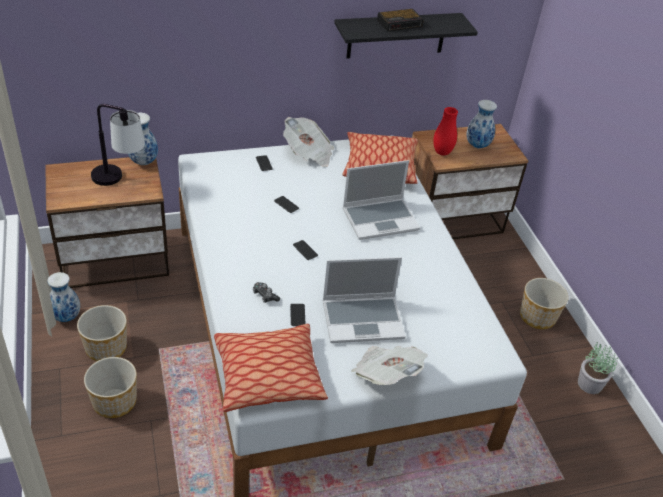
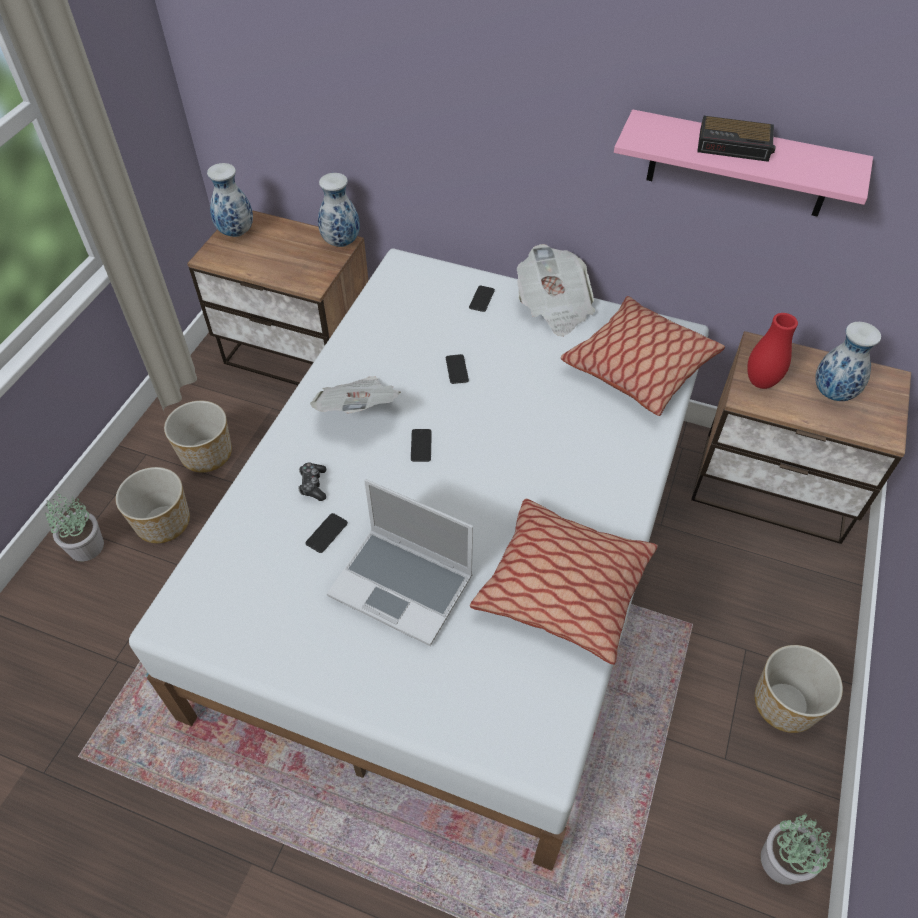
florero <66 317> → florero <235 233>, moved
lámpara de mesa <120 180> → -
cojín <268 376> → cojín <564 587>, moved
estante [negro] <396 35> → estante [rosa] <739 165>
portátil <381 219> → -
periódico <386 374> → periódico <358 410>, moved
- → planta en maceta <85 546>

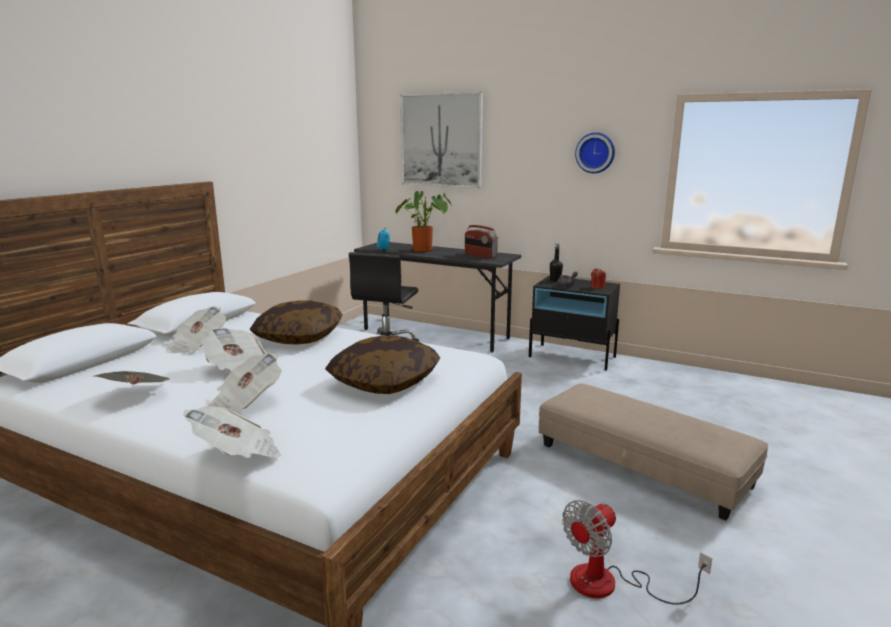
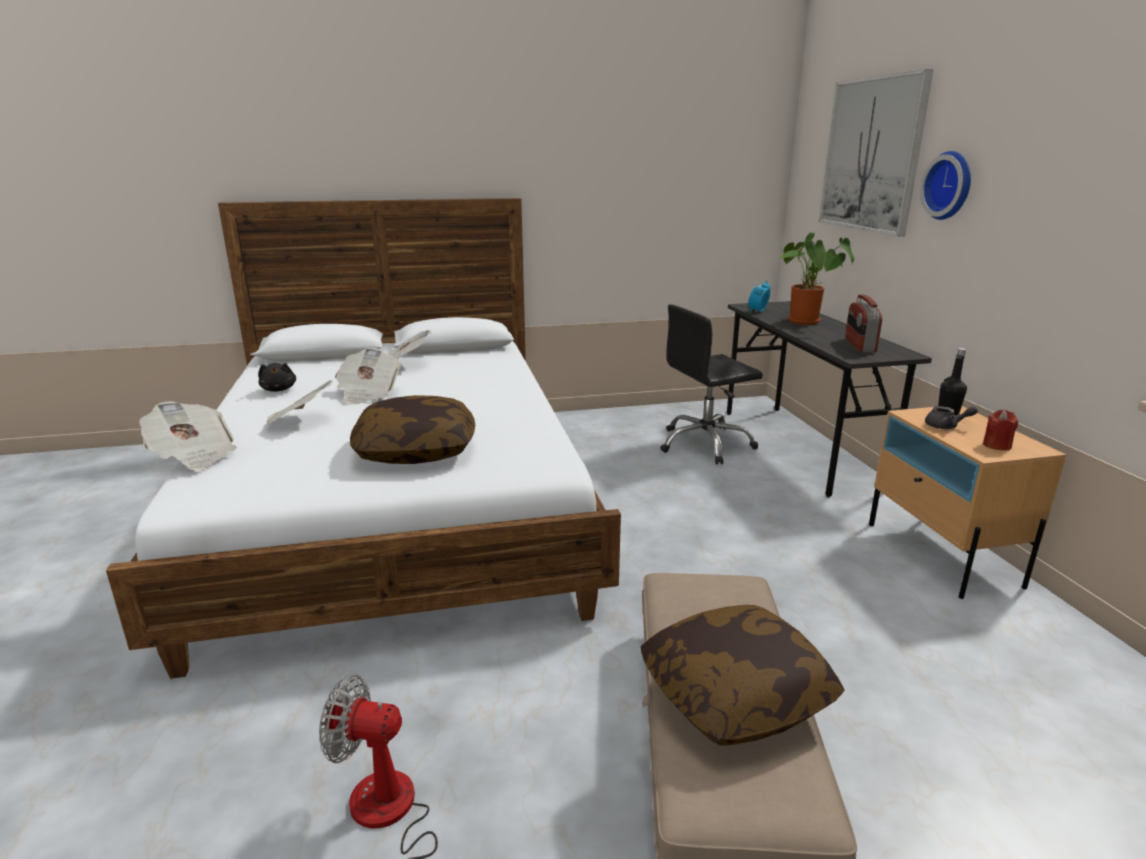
periódico <138 395> → peluche [negro] <279 389>
cojín <299 337> → cojín <735 694>, moved
mesita de noche [negro] <572 357> → mesita de noche [beis] <942 554>
reloj de pared <595 153> → reloj de pared <950 185>, moved

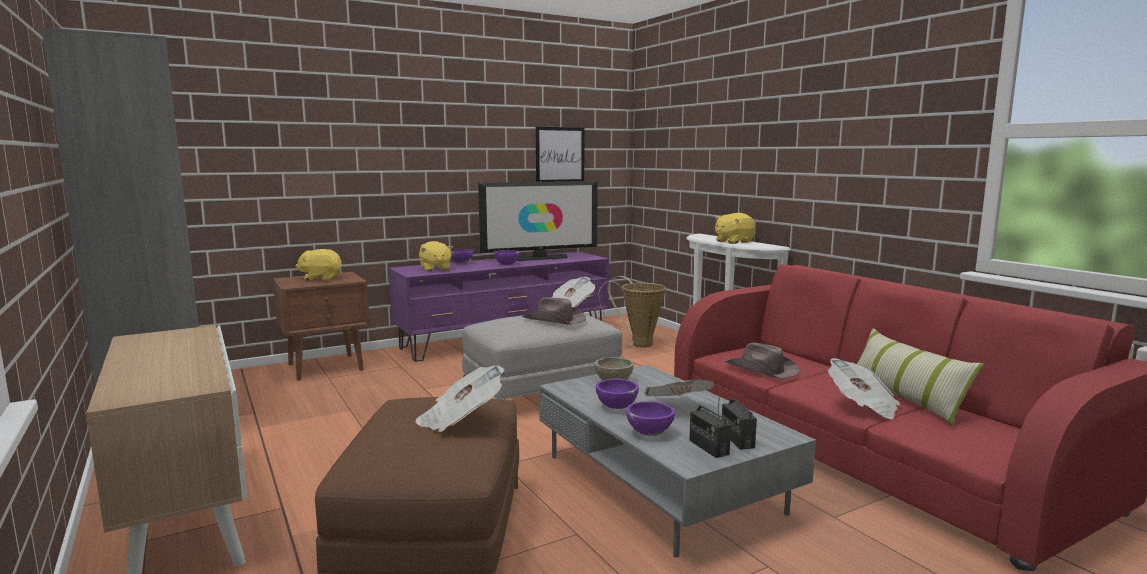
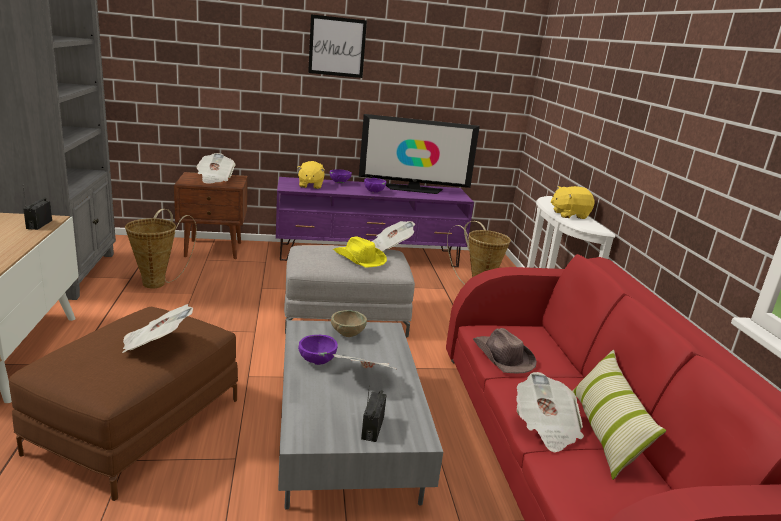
peluche [amarillo] <321 278> → periódico <215 179>
sombrero [marrón] <554 320> → sombrero [amarillo] <359 258>
cuadro <560 155> → cuadro <337 46>, moved
cuenco [morado] <649 433> → -
radio <708 447> → radio <39 224>, moved
- → cesta <158 282>

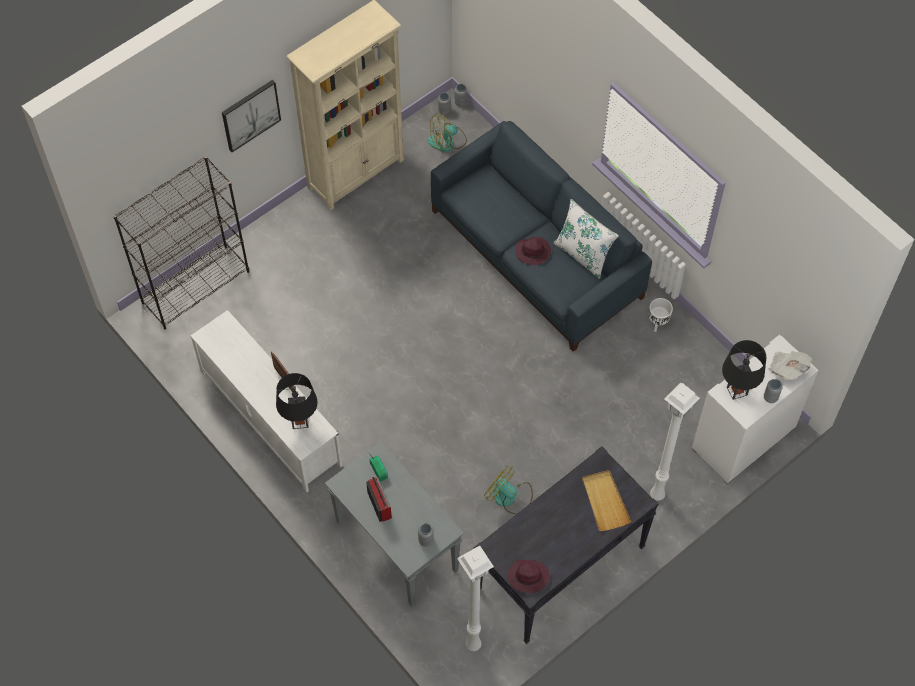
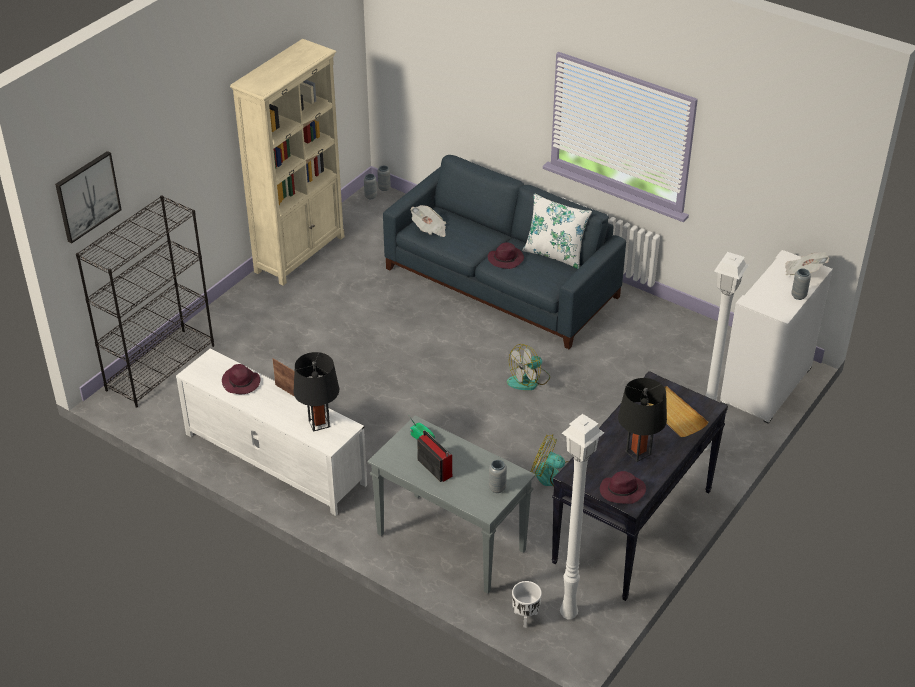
cuadro <250 114> → cuadro <87 196>, moved
ventilador <447 141> → ventilador <529 380>, moved
maceta [blanco] <658 323> → maceta [blanco] <526 617>, moved
lámpara de mesa [negro] <737 391> → lámpara de mesa [negro] <638 453>, moved
- → sombrero [morado] <241 383>
- → periódico <429 229>

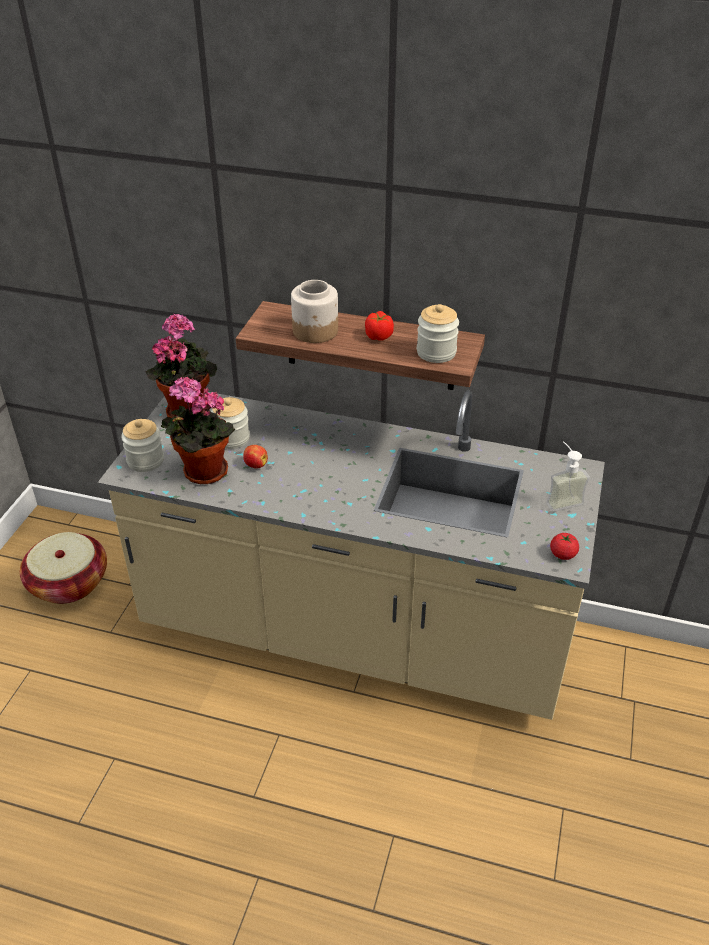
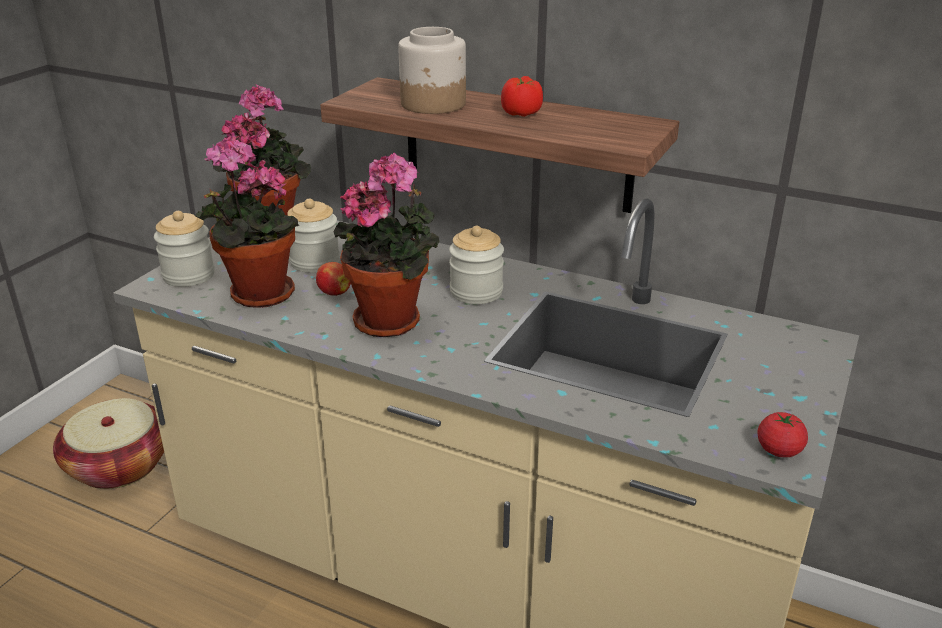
tarro <436 352> → tarro <476 292>, moved
dispensador de jabón <561 499> → -
- → planta en maceta <393 320>

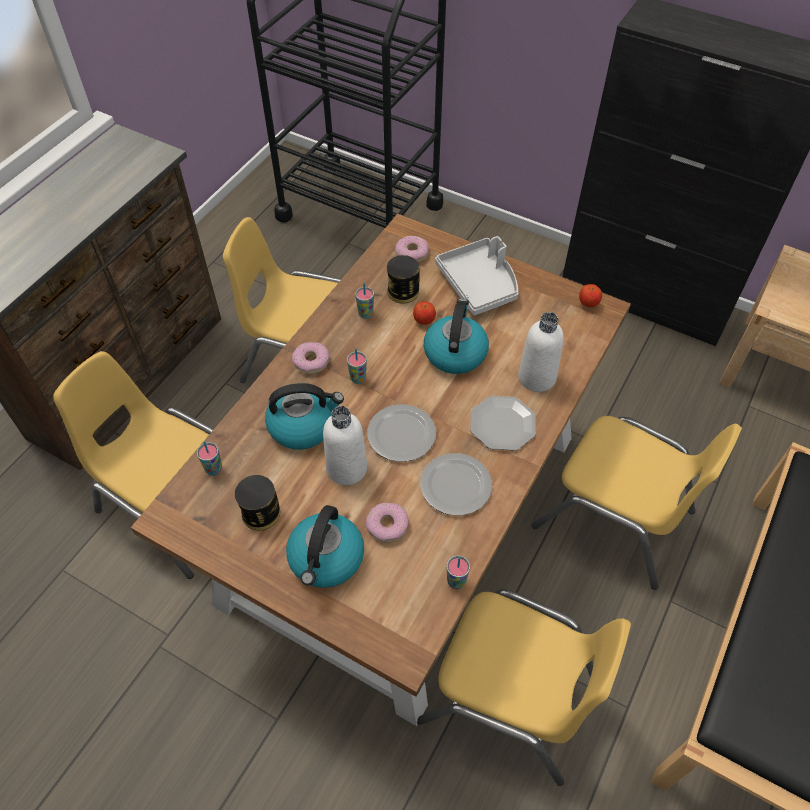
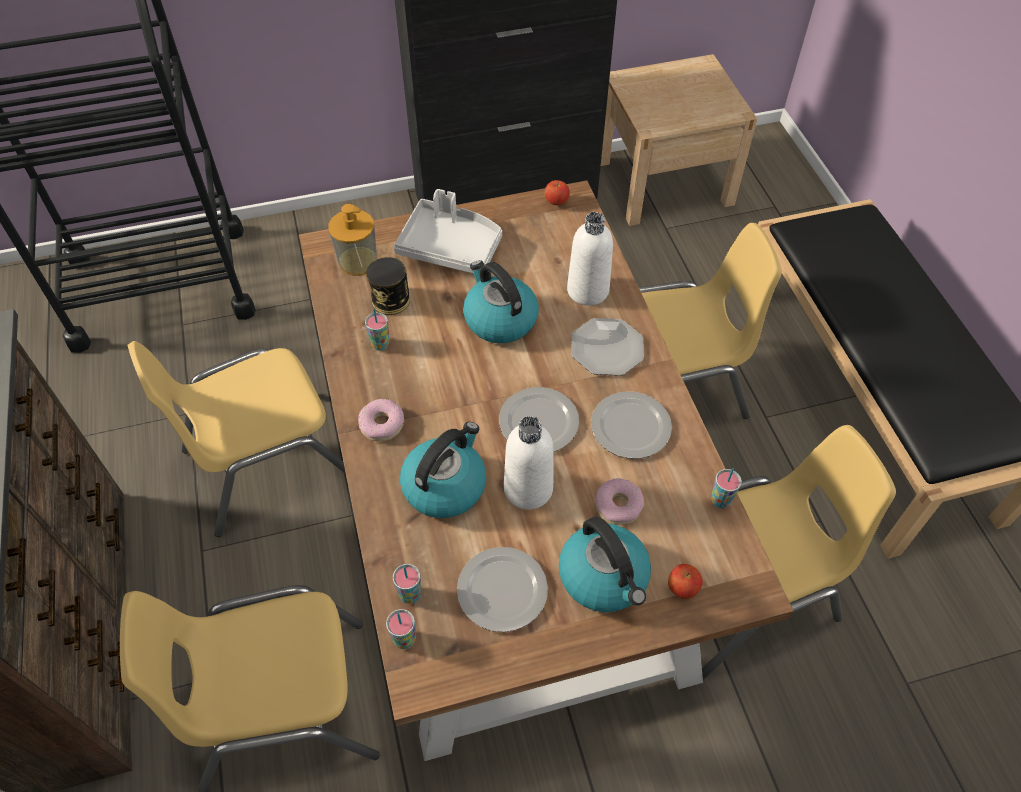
lata <261 513> → plato <502 592>
taza <358 378> → taza <404 639>, moved
rosquilla <412 253> → dispensador de jabón <358 261>
manzana <424 320> → manzana <682 588>, moved

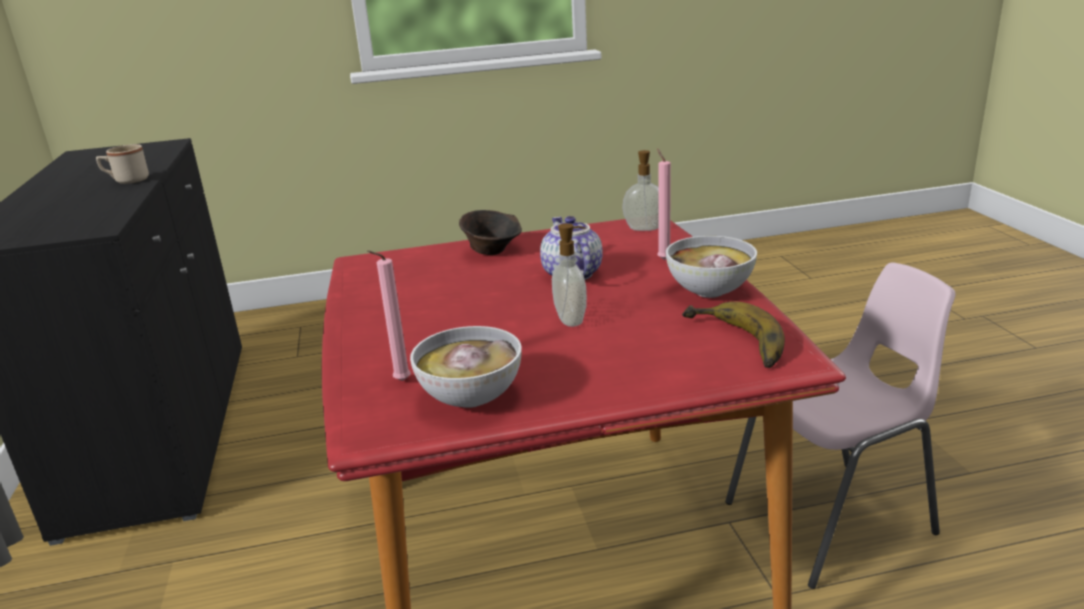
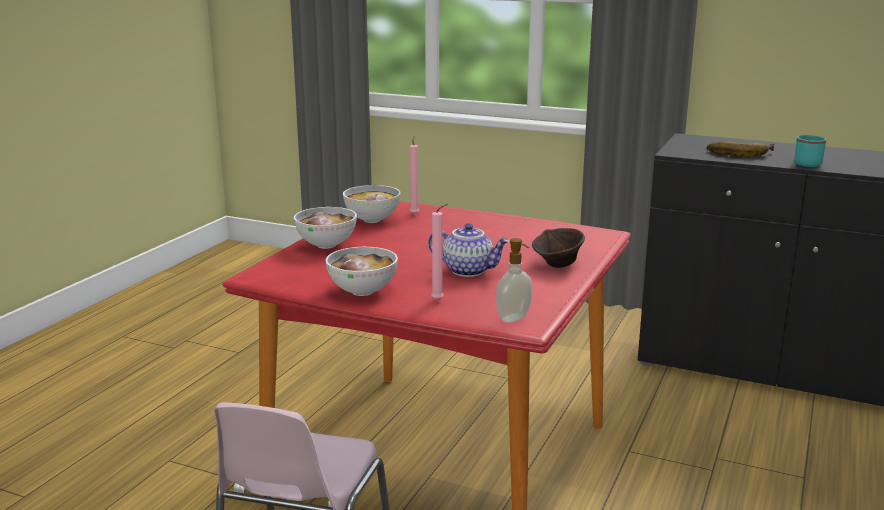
taza grande [beis] <127 180> → taza grande [turquesa] <807 163>
dispensador de jabón <572 320> → -
plátano <732 343> → plátano <739 152>, moved
- → cuenco <327 245>

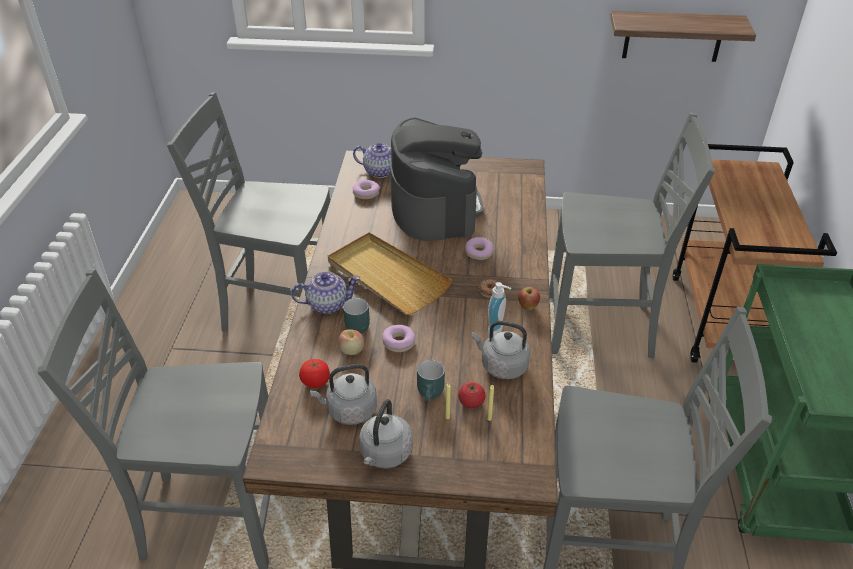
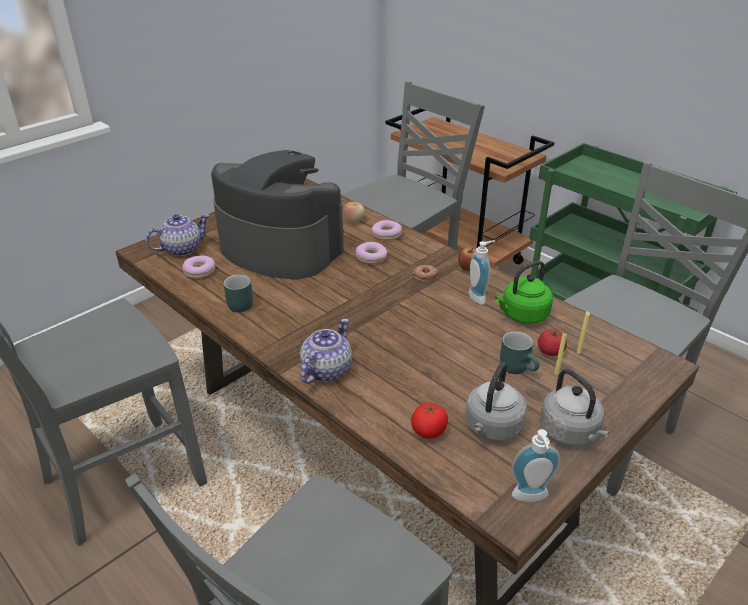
bandeja [beis] <387 276> → -
manzana <352 350> → manzana <354 221>, moved
taza grande [turquesa] <356 323> → taza grande [turquesa] <236 304>, moved
rosquilla <398 342> → rosquilla <386 234>, moved
hervidor [gris] <501 366> → hervidor [verde] <522 315>
estante <673 36> → -
- → dispensador de jabón <530 498>

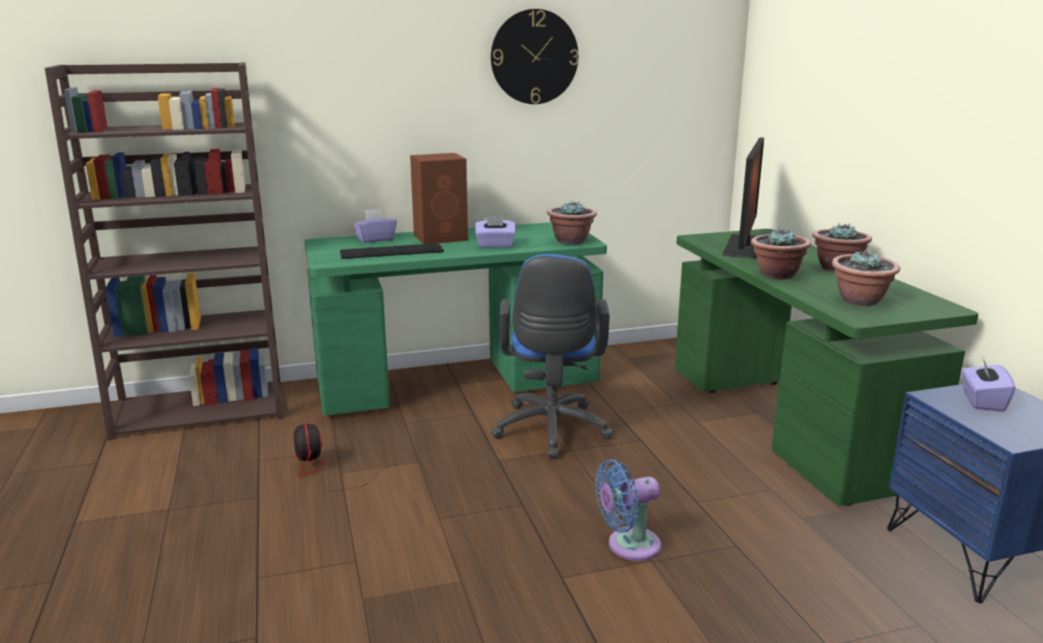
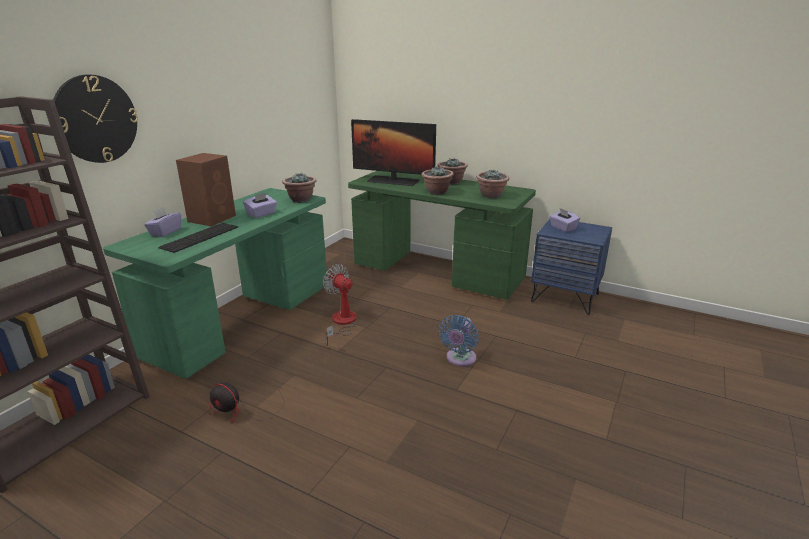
reloj de pared <534 57> → reloj de pared <95 119>, moved
silla de oficina [azul] <551 432> → ventilador <341 323>
monitor <746 246> → monitor <393 181>, 135 degrees clockwise

